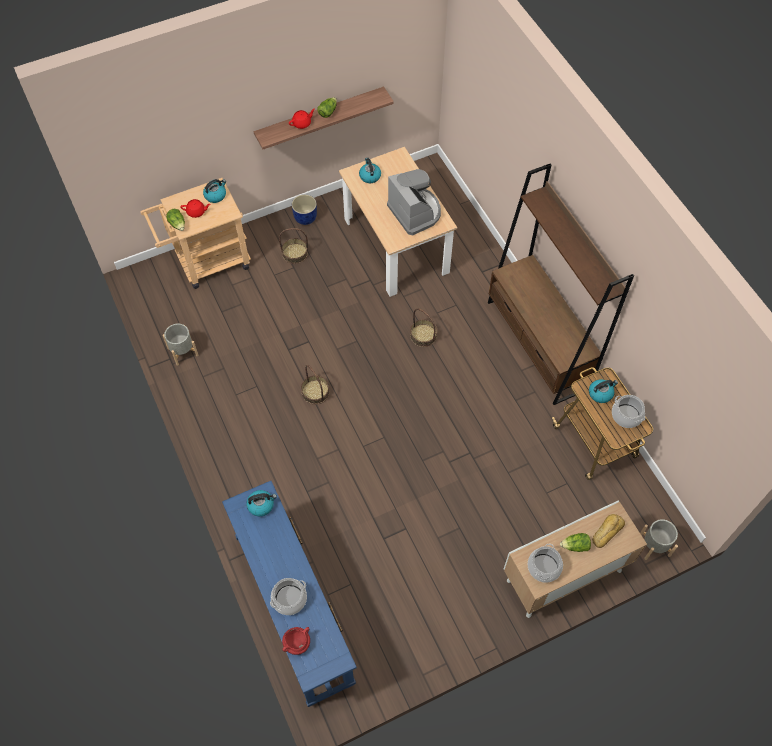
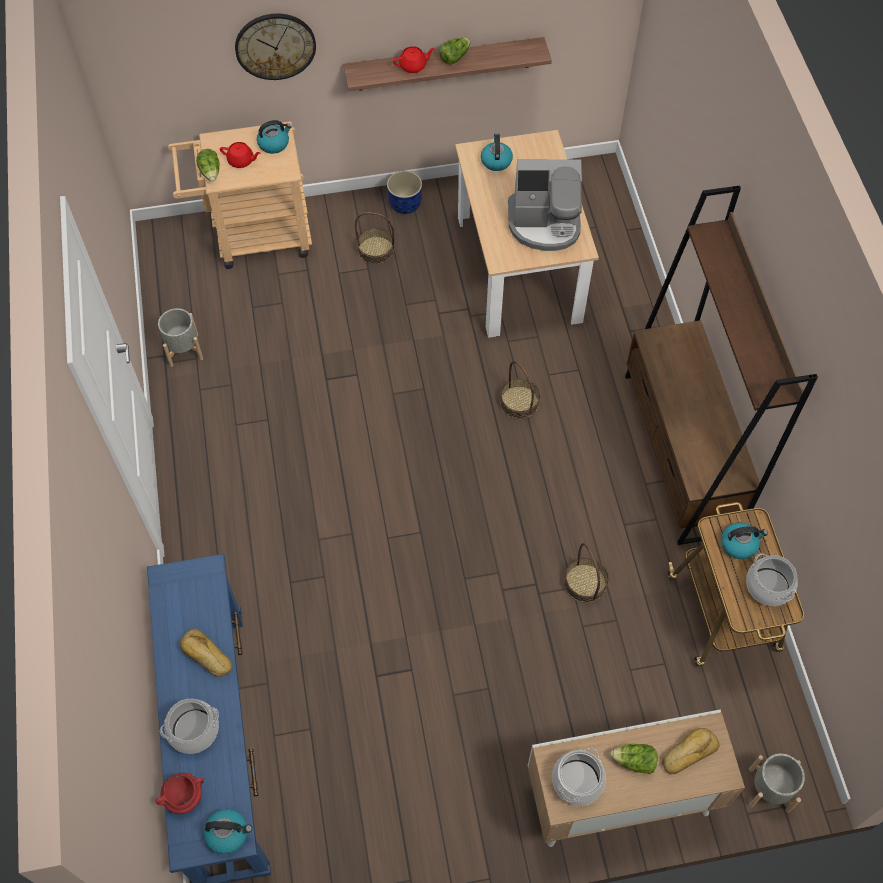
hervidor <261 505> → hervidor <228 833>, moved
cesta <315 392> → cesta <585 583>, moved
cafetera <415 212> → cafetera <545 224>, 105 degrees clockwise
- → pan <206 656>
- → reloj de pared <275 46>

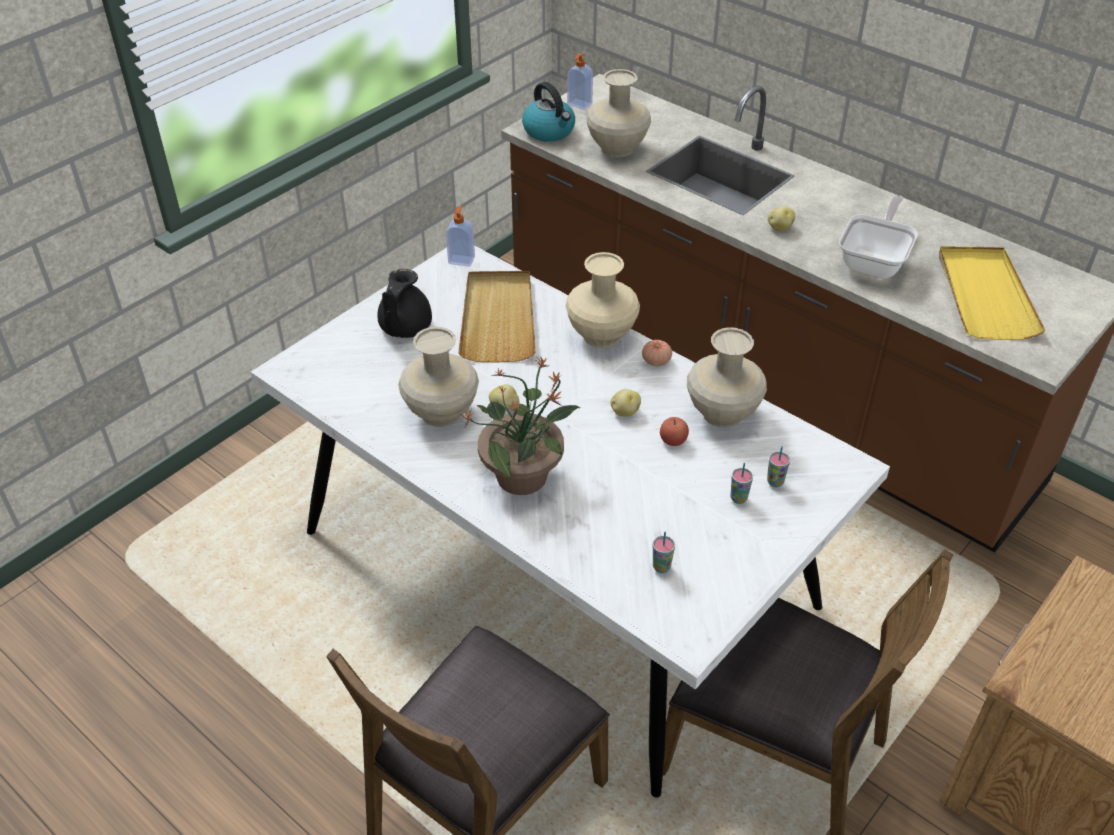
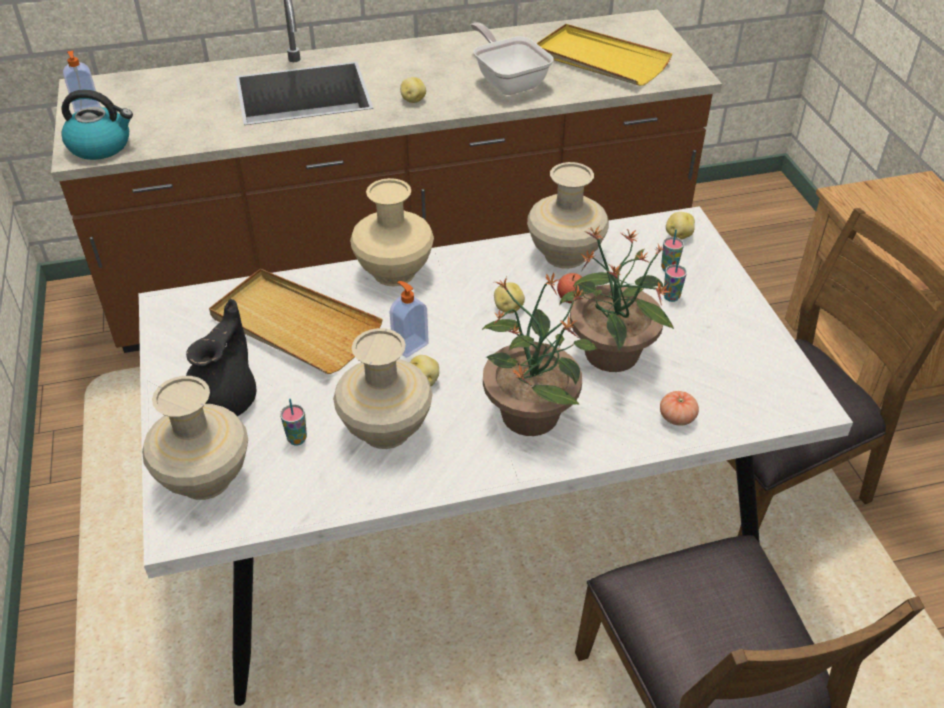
tetera [negro] <404 328> → tetera [negro] <226 399>, 120 degrees counterclockwise
dispensador de jabón <461 260> → dispensador de jabón <409 345>, moved
florero [beis] <617 148> → florero [beis] <205 478>, moved
tomate <656 361> → tomate <677 417>, moved
taza <661 567> → taza <297 439>, moved
- → planta en maceta <611 354>
- → patata <678 235>

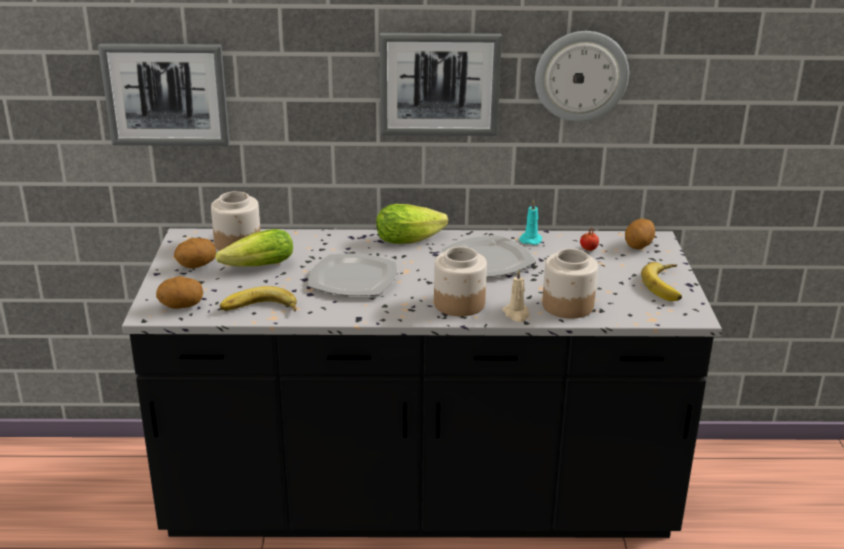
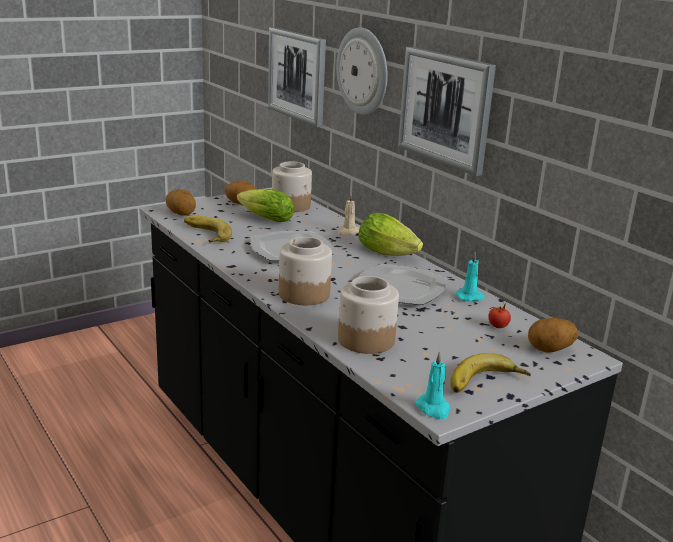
vela [beis] <516 314> → vela [beis] <348 232>, moved
reloj de pared <581 76> → reloj de pared <363 71>, moved
- → vela [turquesa] <434 409>

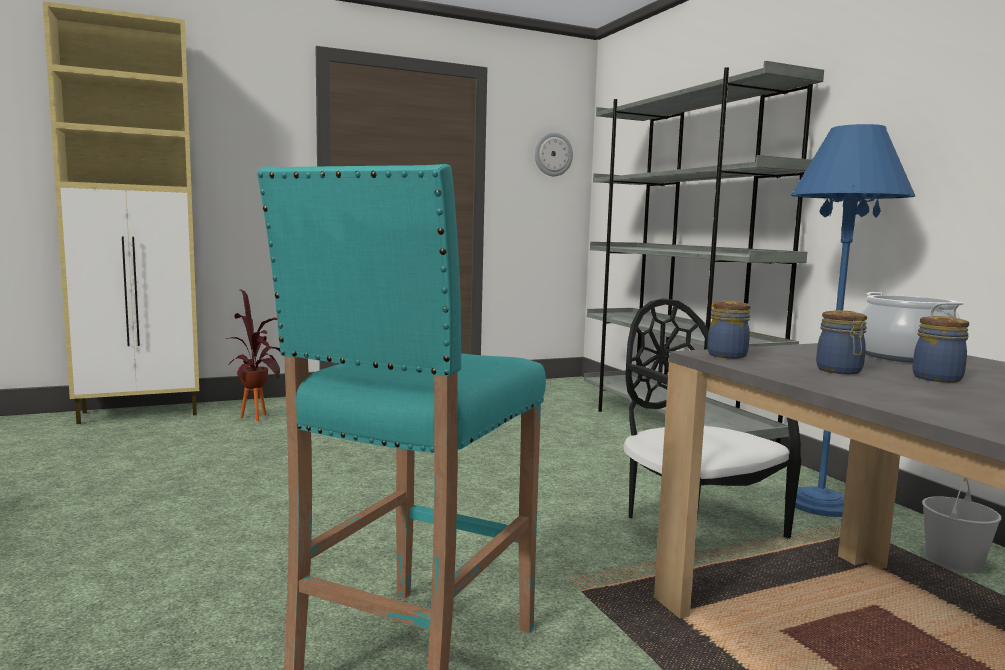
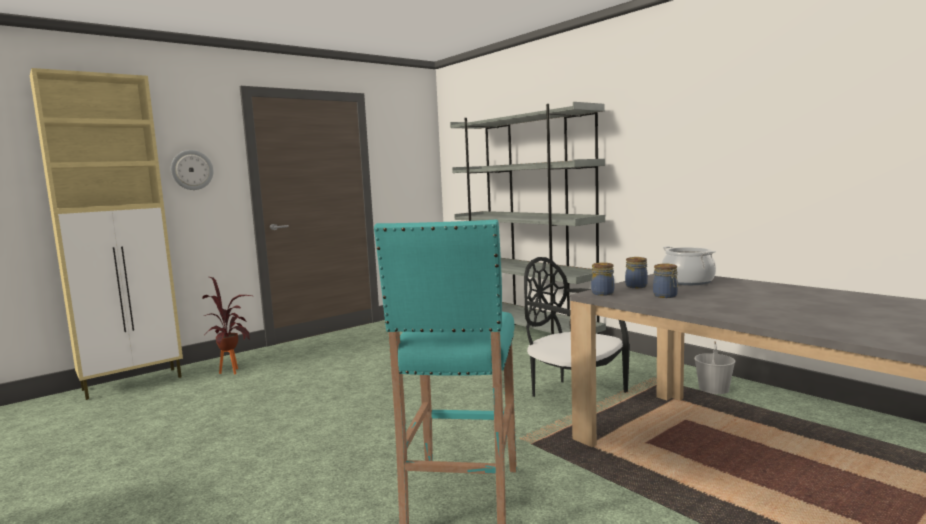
reloj de pared <553 154> → reloj de pared <192 170>, moved
lámpara de pie [azul] <820 503> → -
tarro <939 378> → tarro <637 286>, moved

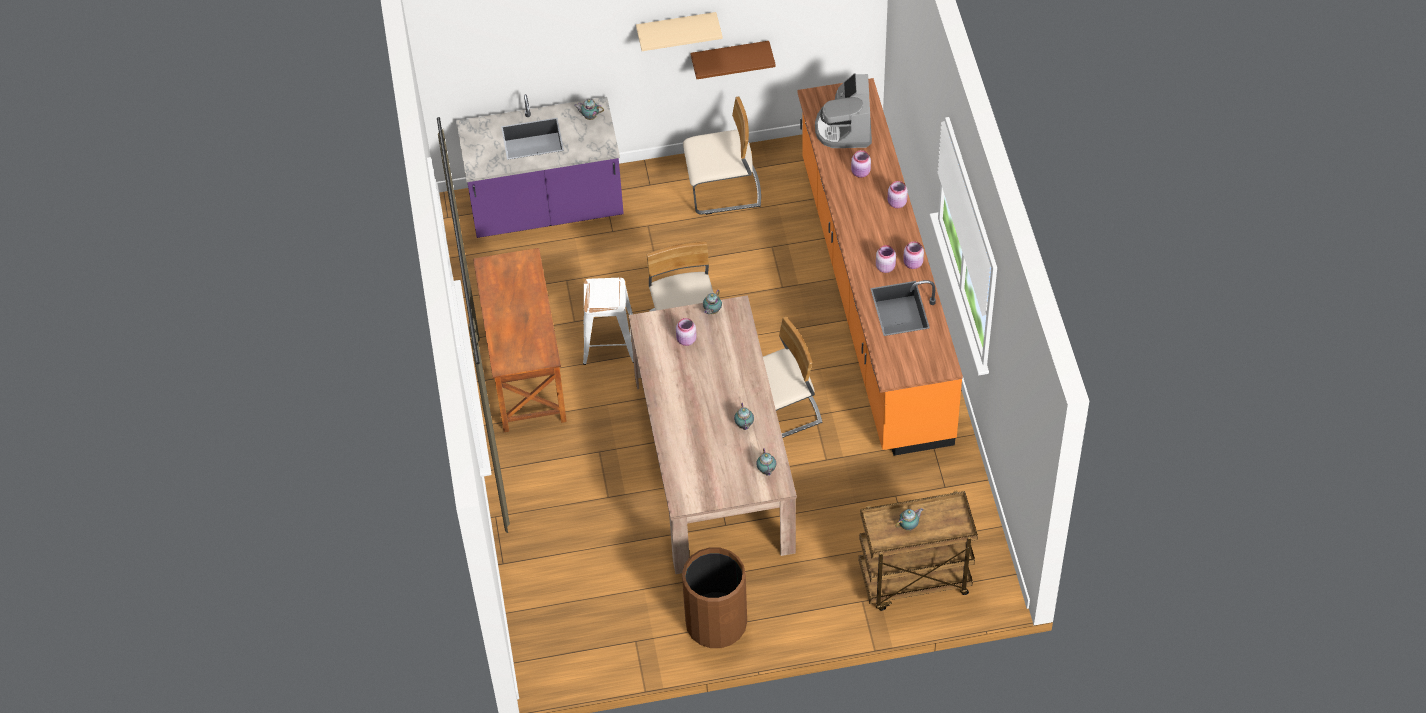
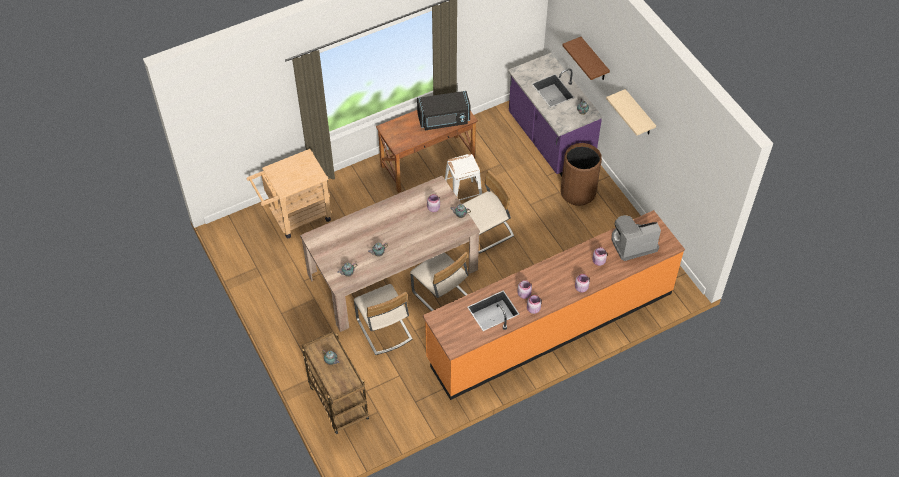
papelera [marrón] <716 623> → papelera [marrón] <578 192>, moved
silla [beis] <724 190> → silla [beis] <383 330>, moved
estante [marrón] <730 56> → estante [marrón] <594 60>, moved
- → carrito [beis] <295 217>
- → microondas [negro] <444 120>

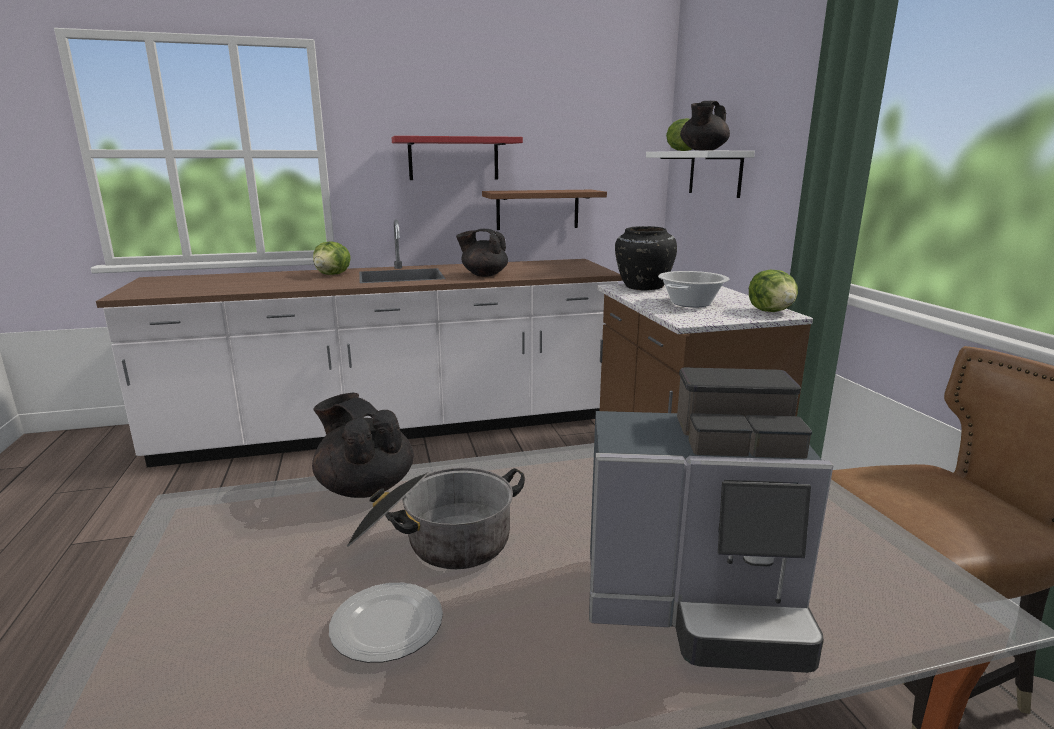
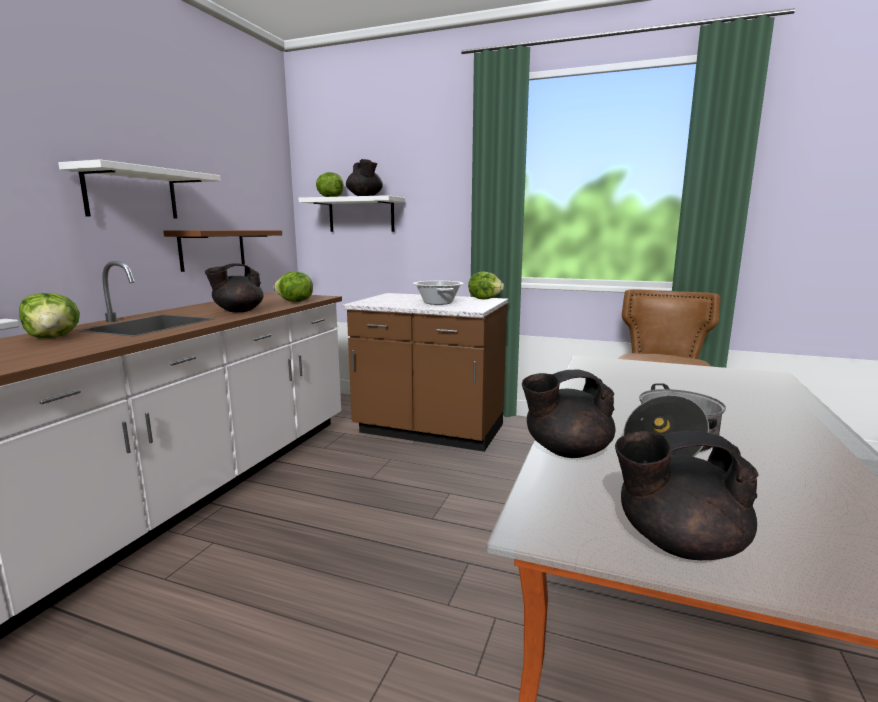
plato <386 626> → -
estante [rojo] <453 158> → estante [blanco] <131 194>
cafetera <696 605> → -
florero [negro] <642 287> → -
- → lechuga <295 302>
- → tetera [negro] <677 543>

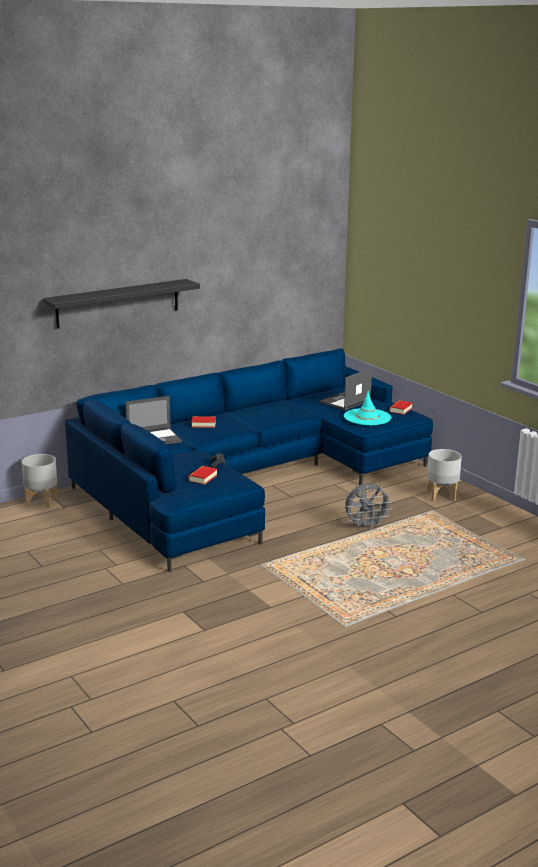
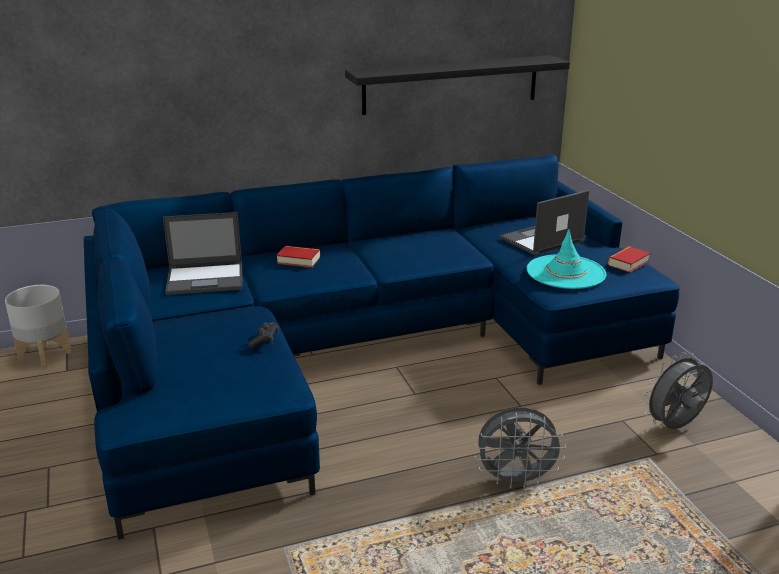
estante [negro] <118 303> → estante [negro] <451 84>, moved
libro <203 478> → -
maceta [gris] <442 496> → ventilador [gris] <675 427>

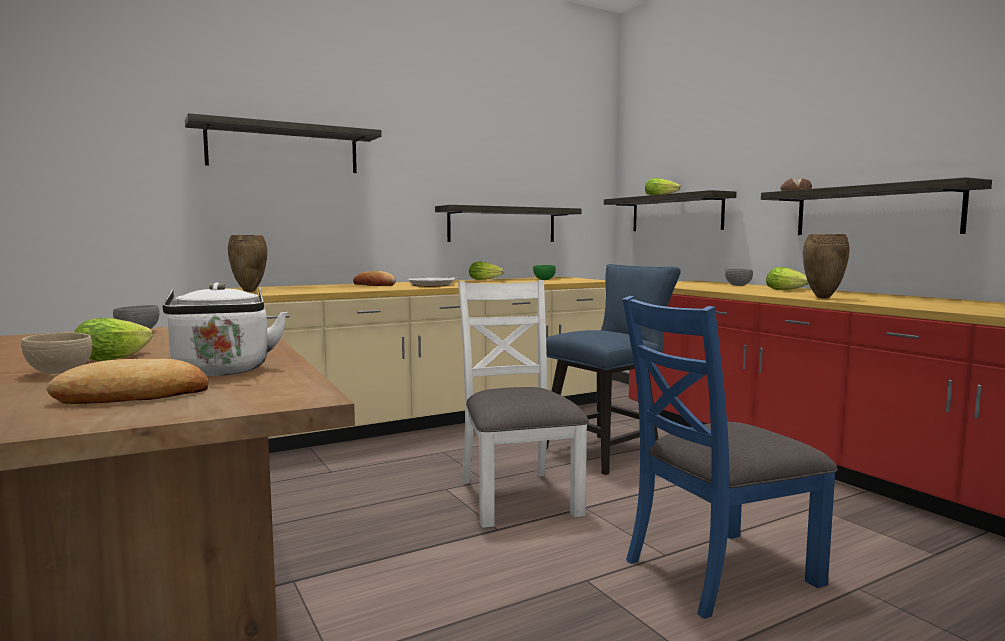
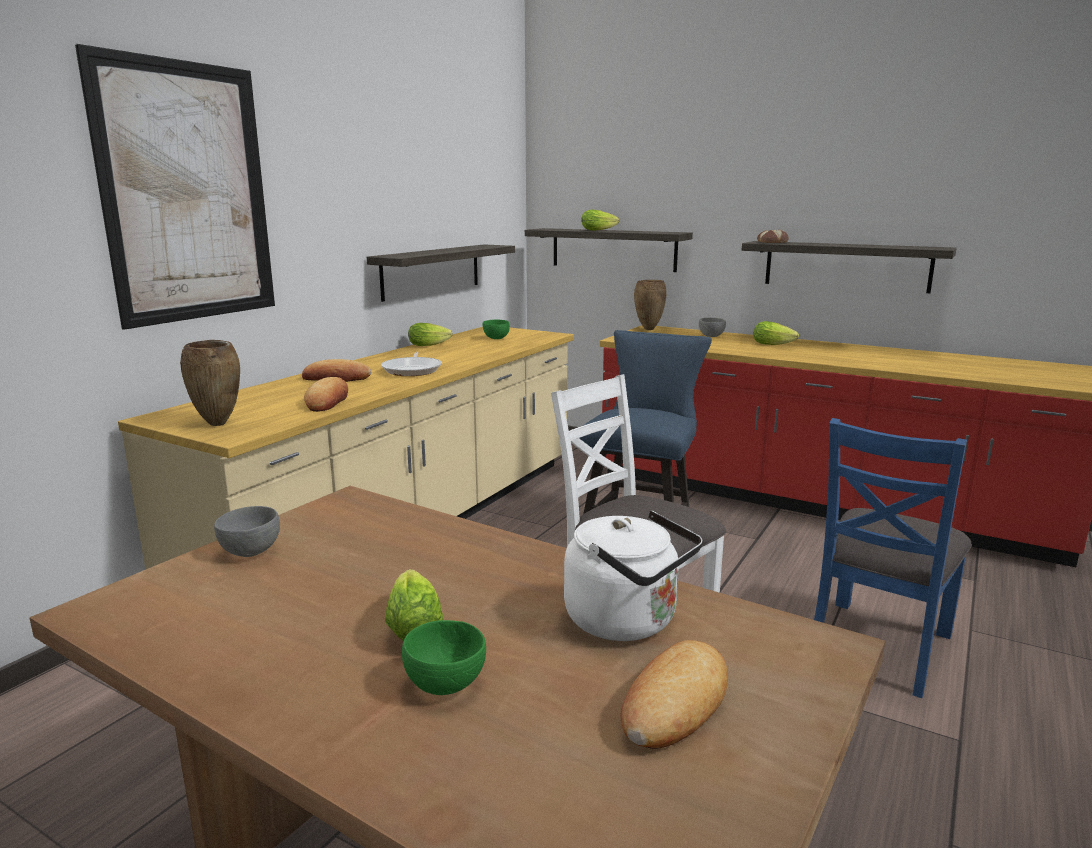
cuenco [beis] <59 372> → cuenco [verde] <444 685>
estante <283 148> → cuadro <188 193>
florero [marrón] <822 298> → florero [marrón] <648 329>, moved
- → pan <328 401>

